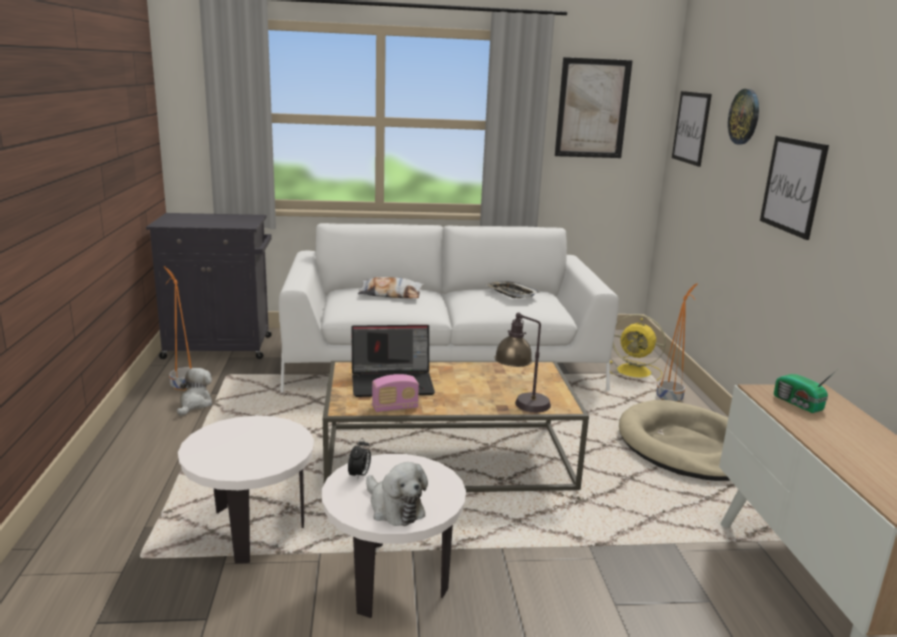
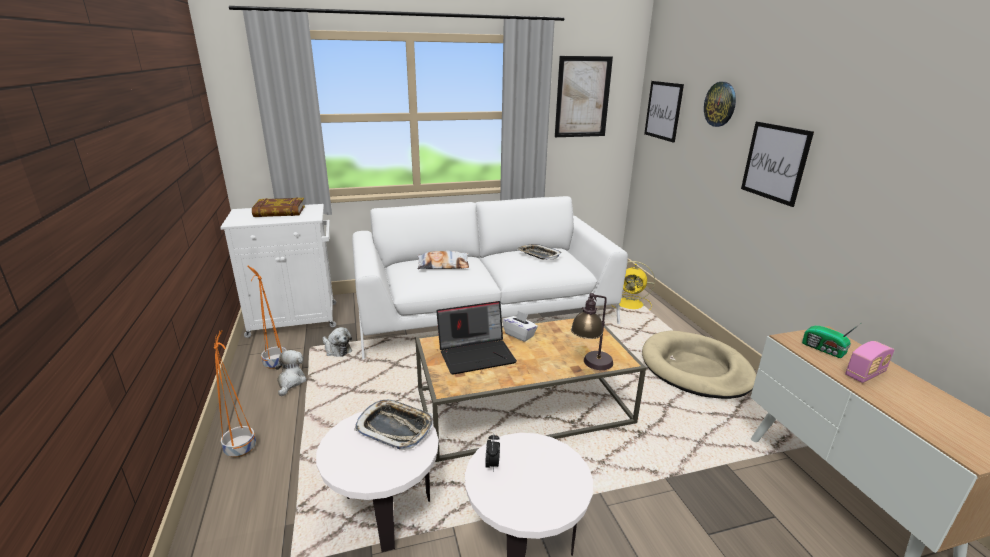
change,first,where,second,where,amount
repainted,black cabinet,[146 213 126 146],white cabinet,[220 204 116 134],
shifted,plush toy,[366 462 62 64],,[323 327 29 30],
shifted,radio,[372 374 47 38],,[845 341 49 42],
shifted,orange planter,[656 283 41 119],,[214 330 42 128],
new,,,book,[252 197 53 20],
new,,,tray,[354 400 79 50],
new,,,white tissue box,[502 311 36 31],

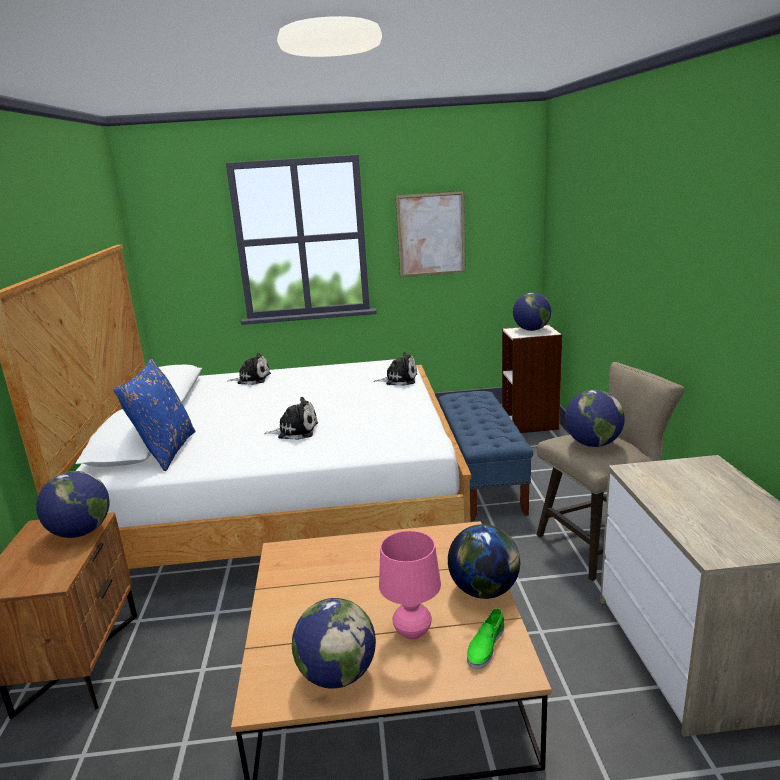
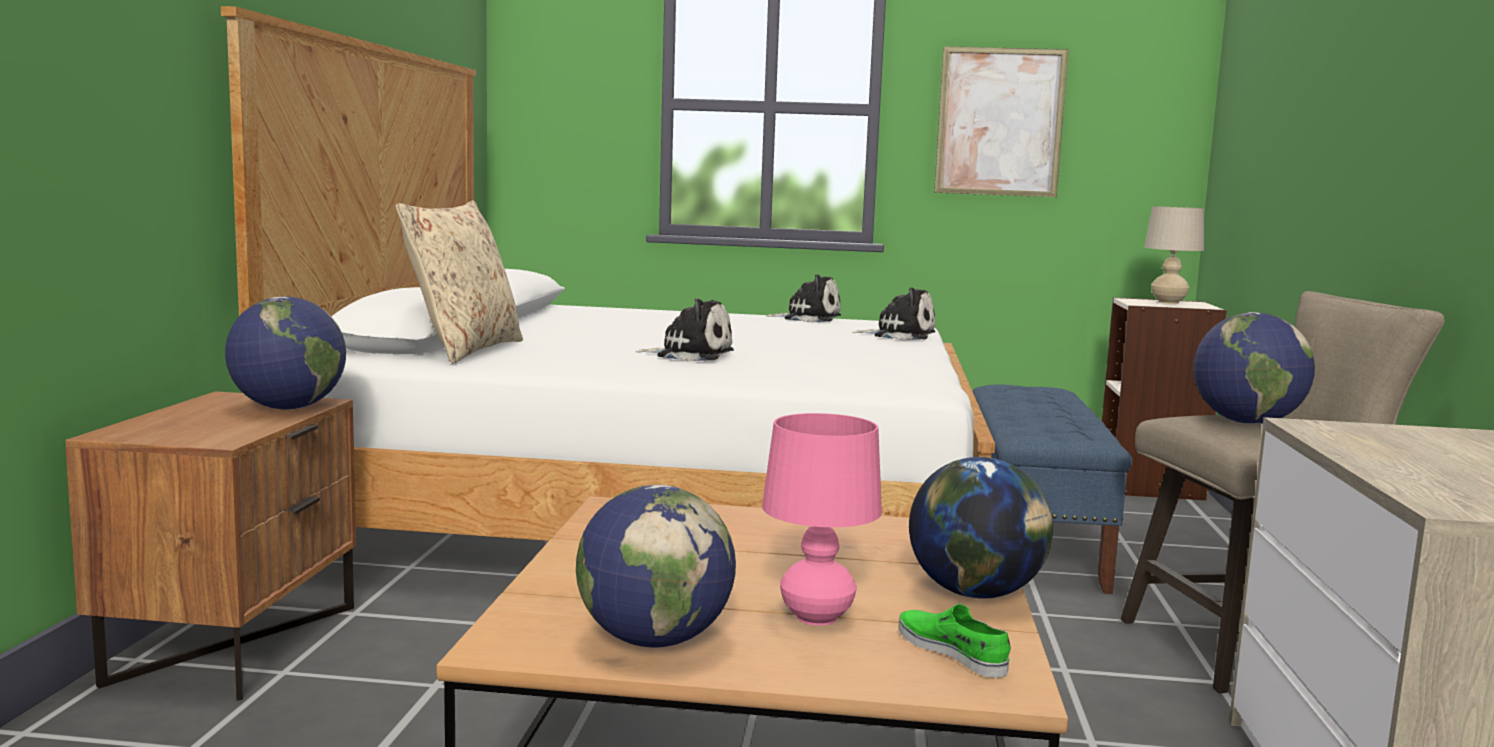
change,first,where,second,where,amount
repainted,blue pillow,[113 359 83 112],beige pillow,[396 200 127 164],
shifted,plush toy,[228 353 43 32],,[766 274 75 48],
rotated,green shoe,[467 608 37 61],,[899 604 112 74],105 degrees clockwise
swapped,globe,[513 293 38 38],beige table lamp,[1144 206 60 98],

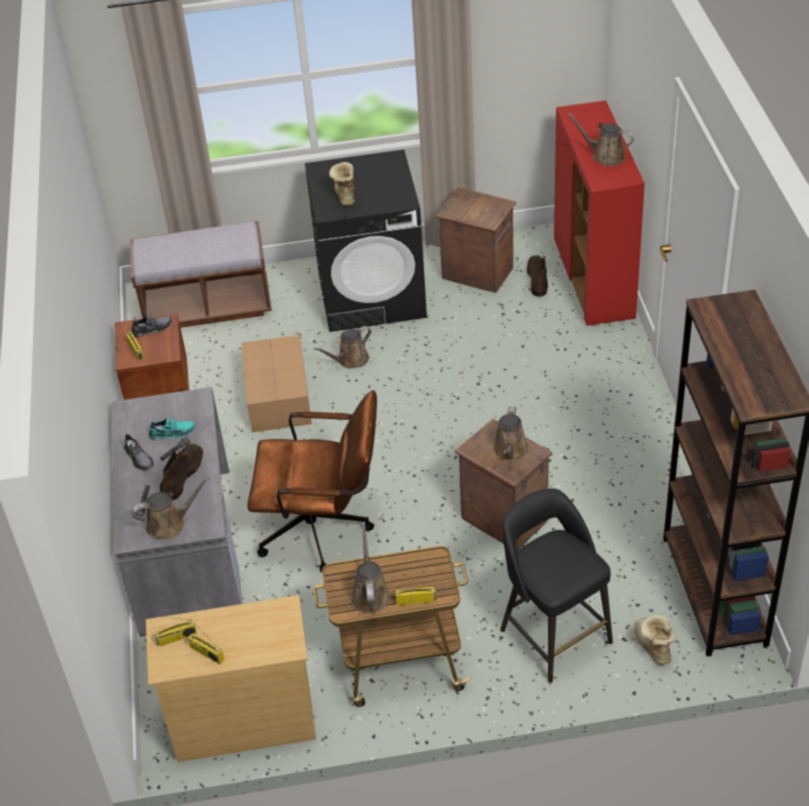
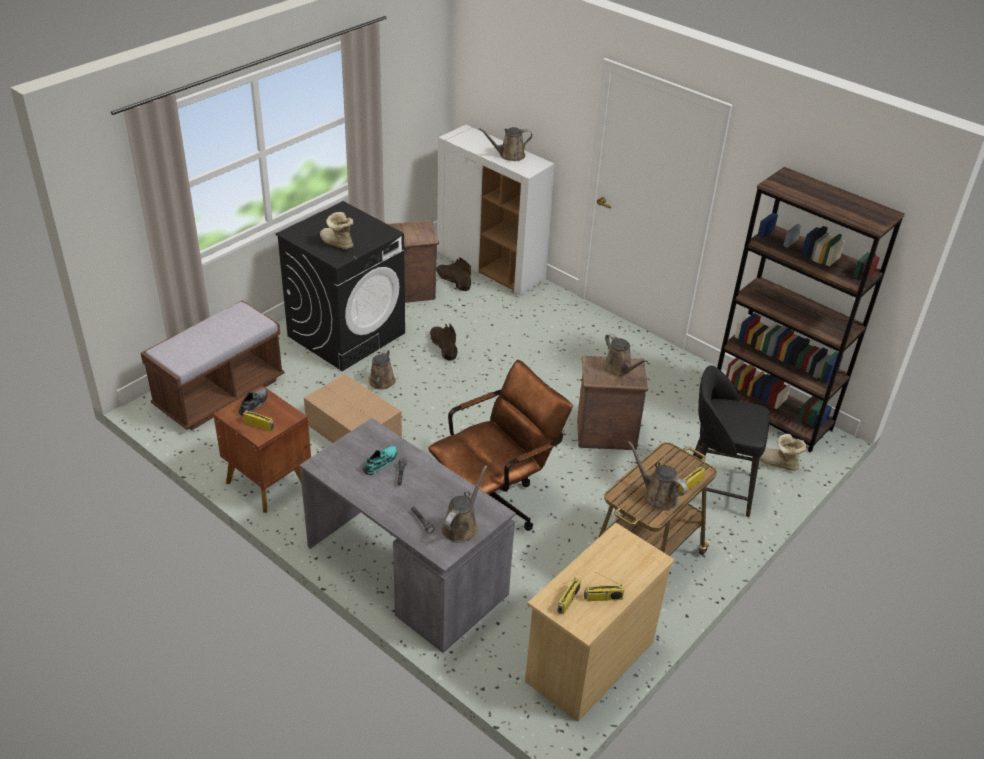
change,first,where,second,where,amount
gone,grey shoe,[124 433 30 37],,,
shifted,brown boot,[160 444 43 56],,[430 323 28 38],
repainted,red cabinet,[554 100 91 226],white cabinet,[437 125 118 171],

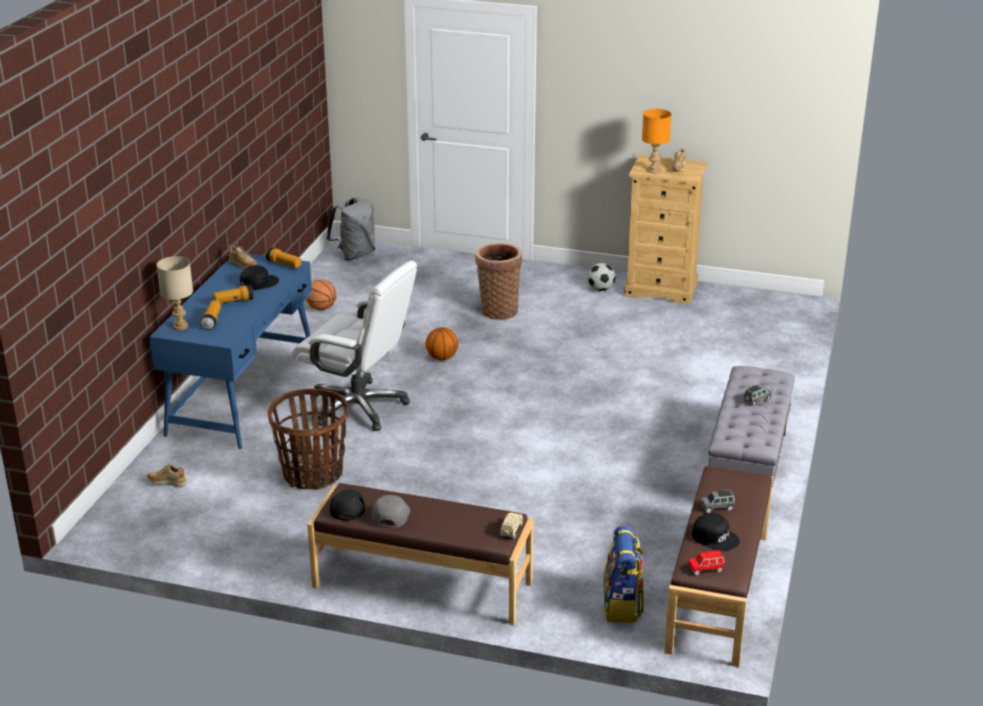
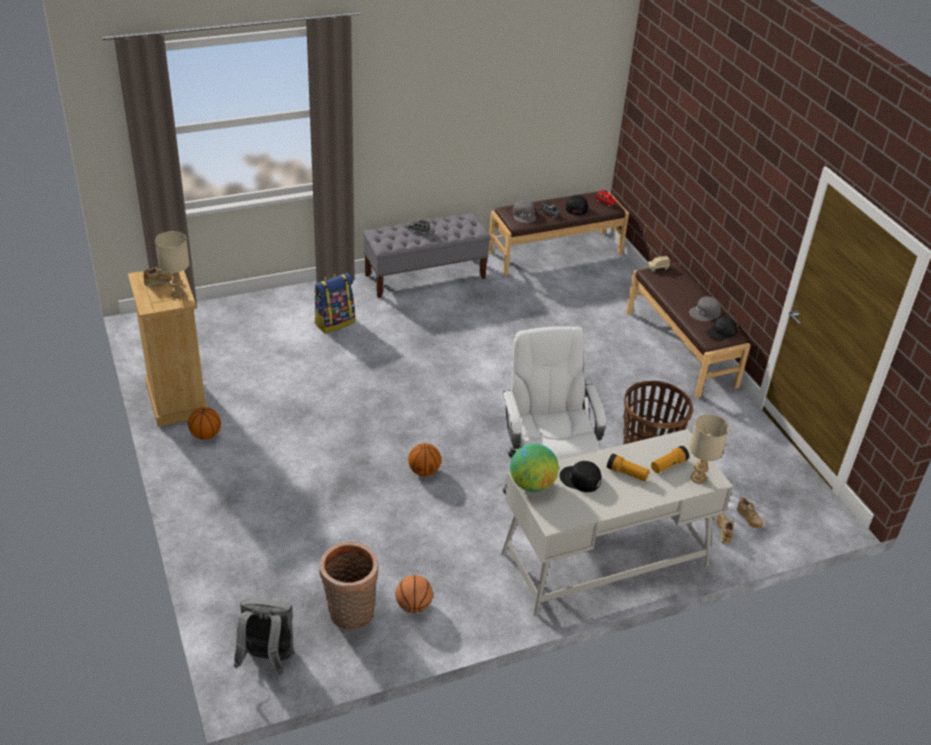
change,first,where,second,where,amount
repainted,blue desk,[150 254 162 195],white desk,[501 429 232 187],
shifted,beige shoe,[229 245 28 23],,[716 514 18 31],
swapped,flashlight,[266 247 35 21],globe,[510 443 49 49],
shifted,basket,[475 243 47 77],,[319 542 59 88],
swapped,football,[587 263 29 28],basketball,[188 407 33 33],
shifted,backpack,[603 526 41 97],,[314 273 41 60],
repainted,orange table lamp,[642 109 30 64],beige table lamp,[155 231 34 67],
new,,,grey cap,[512 200 24 23],

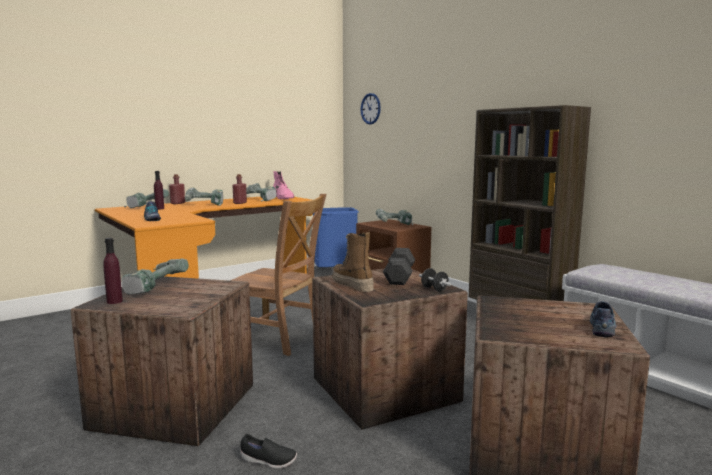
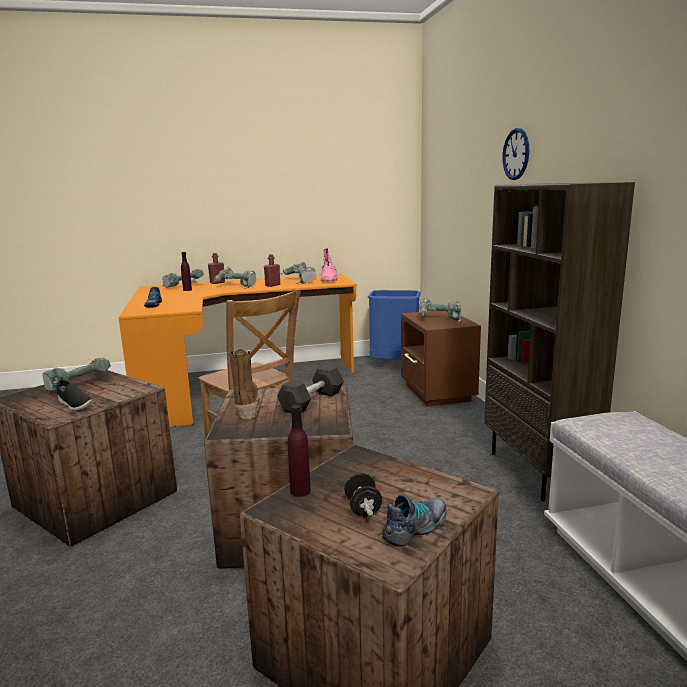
change,first,where,second,where,amount
shifted,purple bottle,[103 238 20 66],,[288 405 23 92],
shifted,black shoe,[240 434 57 35],,[57 379 36 31],
shifted,wall clock,[361 93 20 31],,[502 128 27 52],
shifted,black dumbbell,[419 268 32 23],,[345 473 37 44],

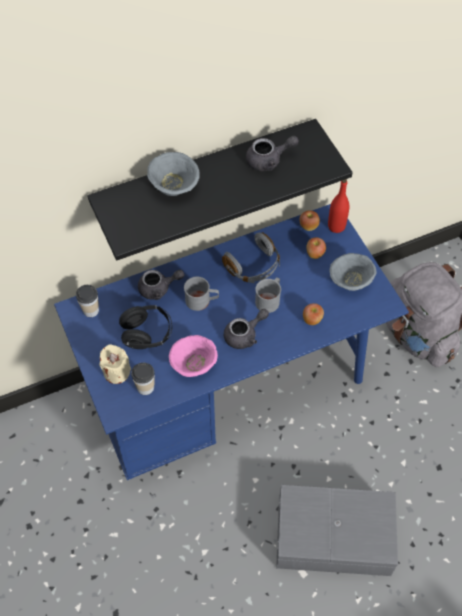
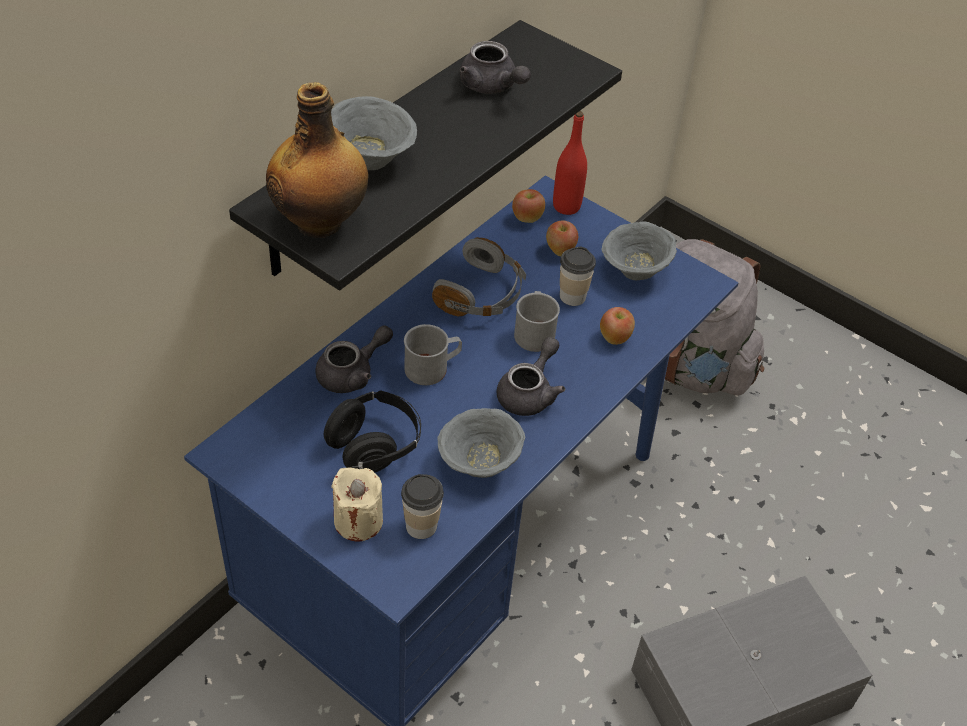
change,first,where,second,where,amount
shifted,cup,[76 285 23 32],,[560 247 36 59],
repainted,pink bowl,[169 335 49 42],grey bowl,[437 408 88 70],
rotated,grey teapot,[246 136 53 35],,[460 41 71 53],90 degrees clockwise
new,,,bottle,[266 82 102 156],

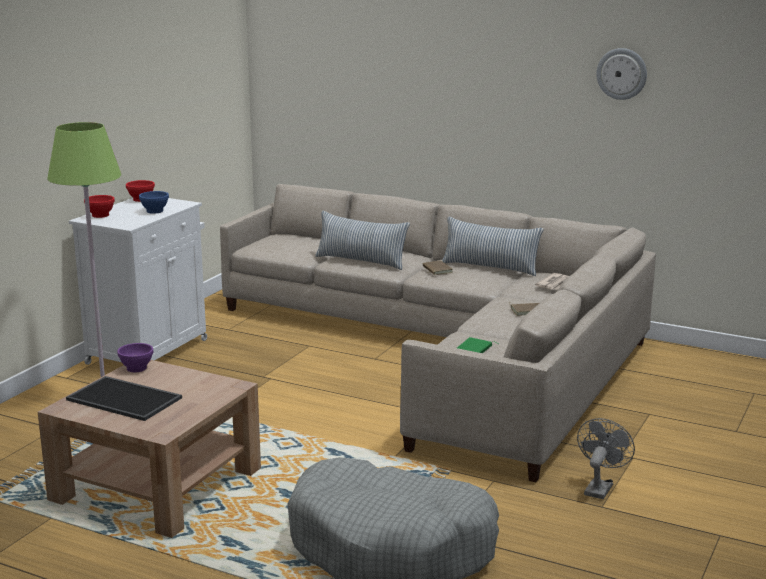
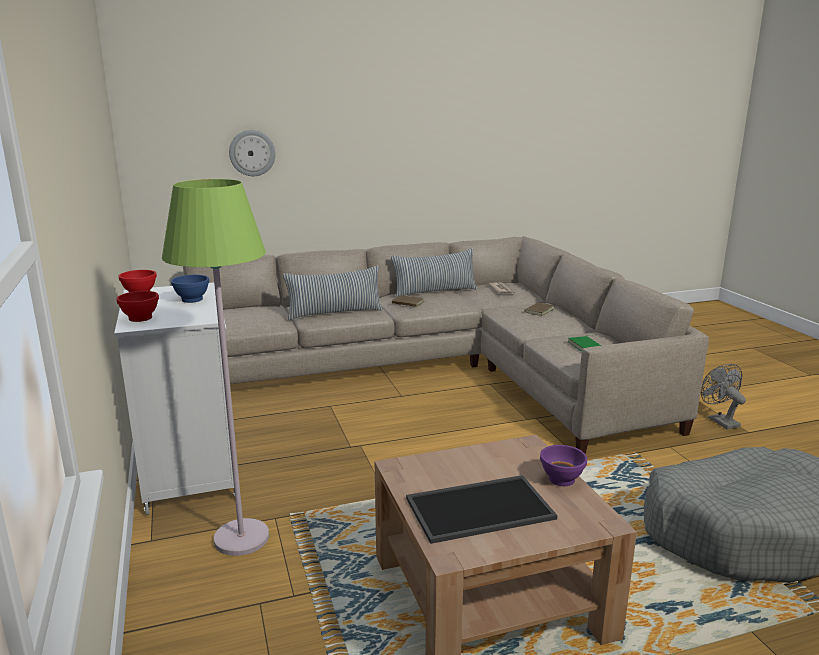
change,first,where,second,where,amount
shifted,purple bowl,[117 343 36 29],,[540 445 47 41],
shifted,wall clock,[596 48 51 52],,[229 130 46 46],

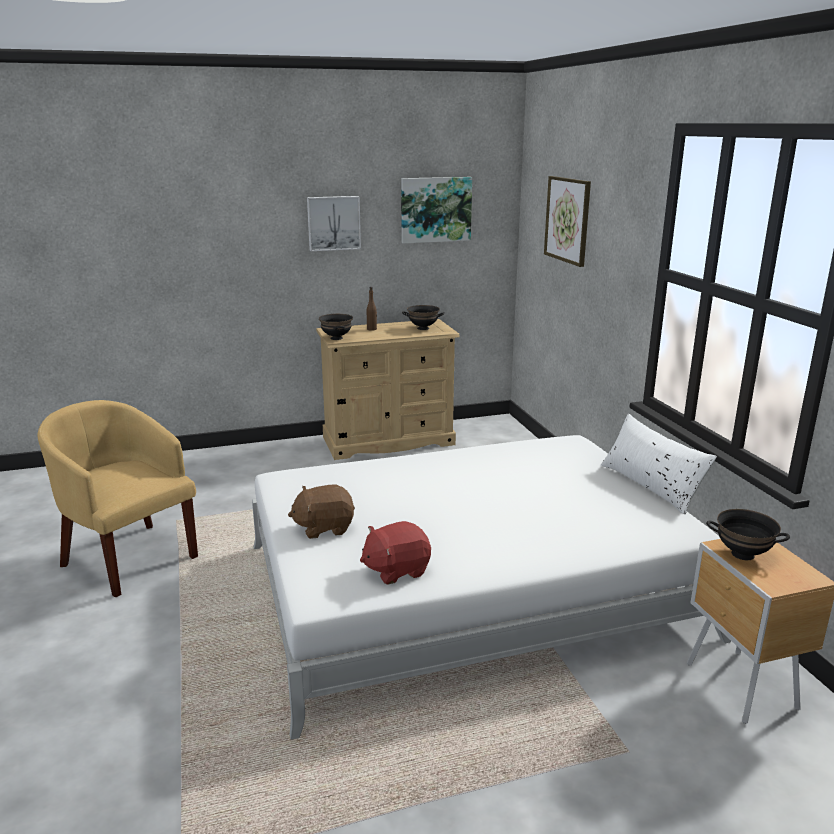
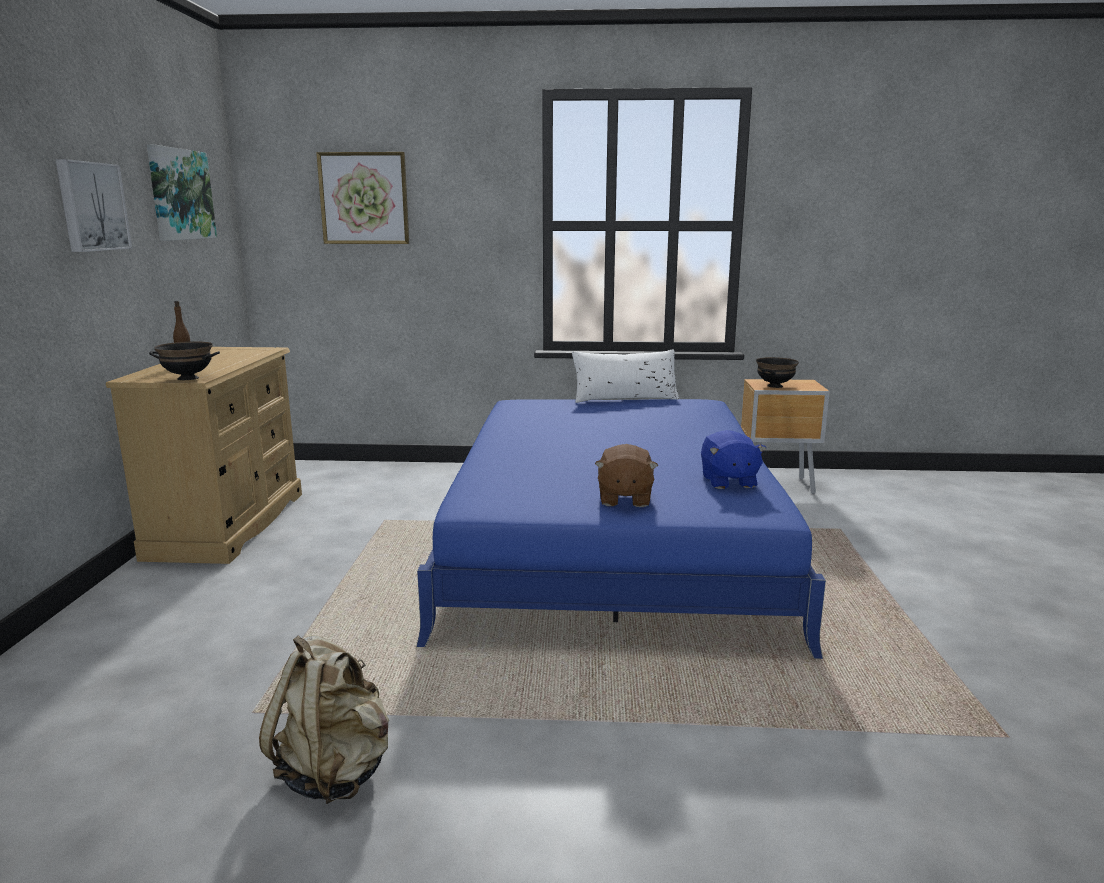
change,first,where,second,where,amount
swapped,yellow armchair,[37 400 161 197],beige backpack,[259 635 131 169],
repainted,white bed,[252 435 479 305],blue bed,[416 399 410 260],
repainted,red plush toy,[360 521 71 64],blue plush toy,[701 430 65 59],
gone,black bowl,[402 305 43 25],,,

